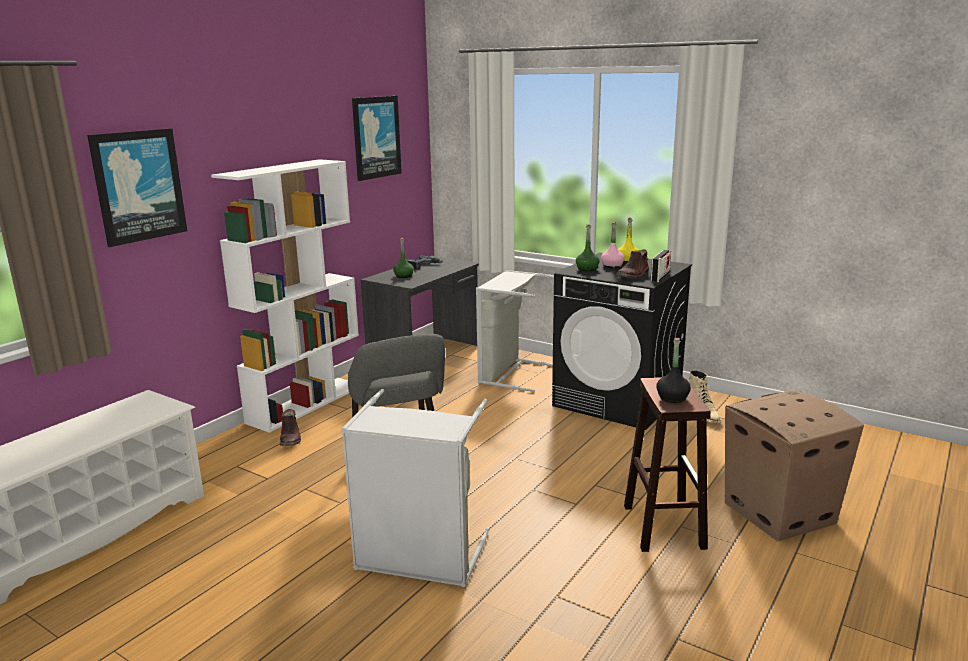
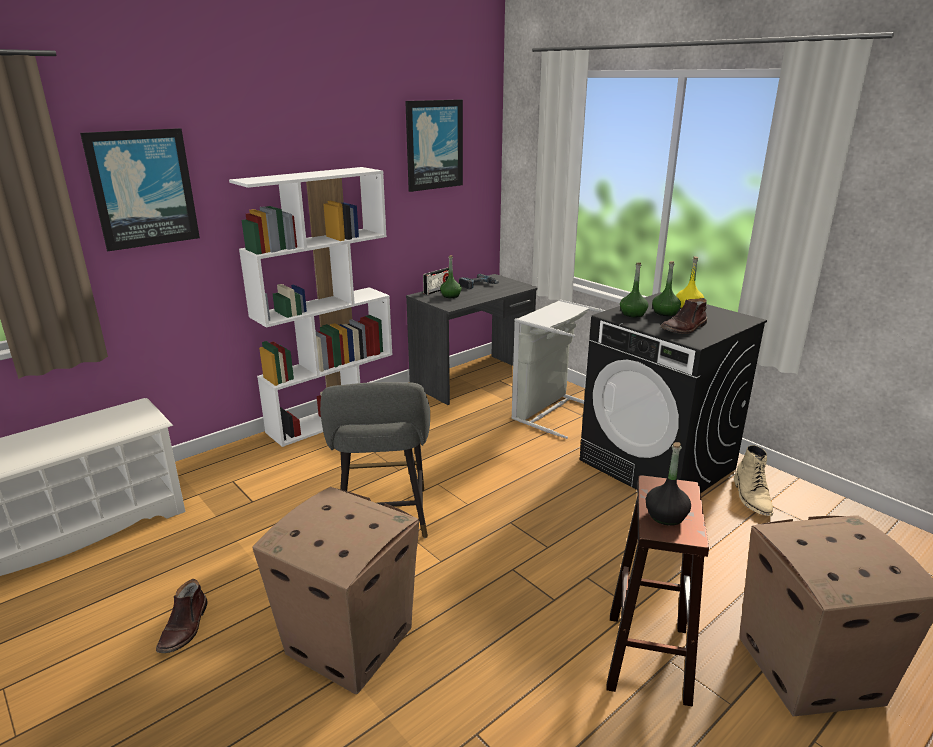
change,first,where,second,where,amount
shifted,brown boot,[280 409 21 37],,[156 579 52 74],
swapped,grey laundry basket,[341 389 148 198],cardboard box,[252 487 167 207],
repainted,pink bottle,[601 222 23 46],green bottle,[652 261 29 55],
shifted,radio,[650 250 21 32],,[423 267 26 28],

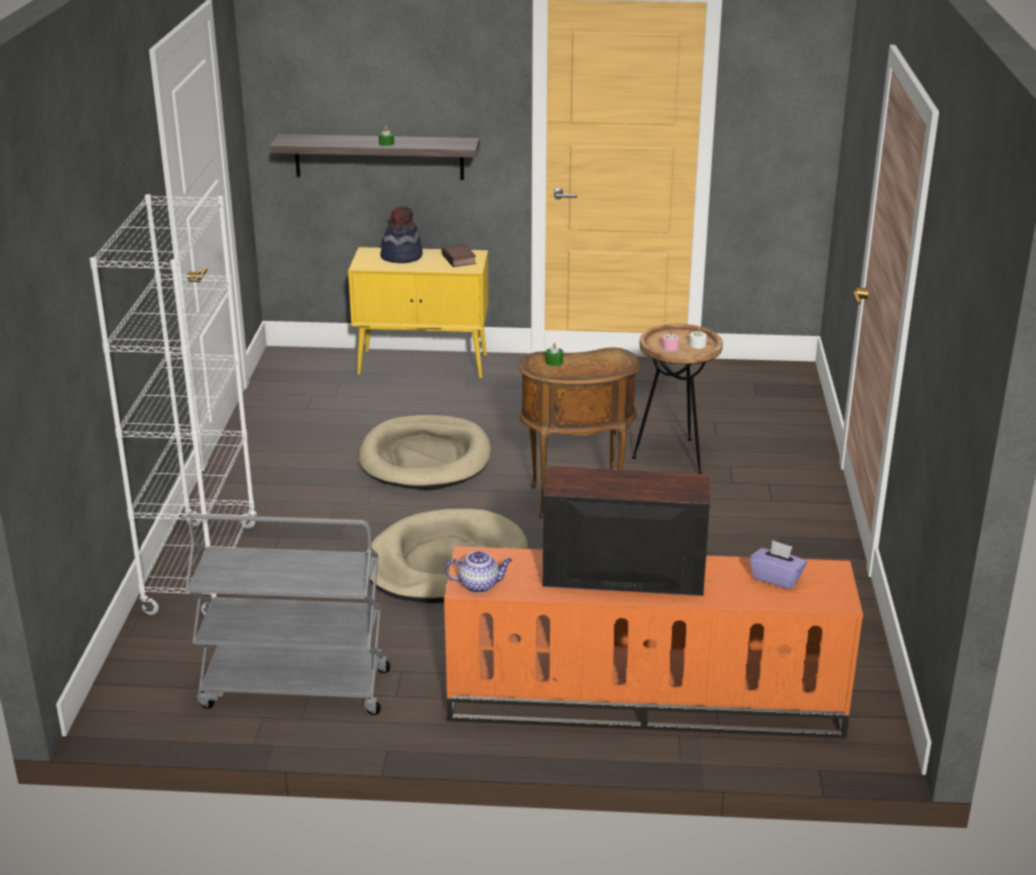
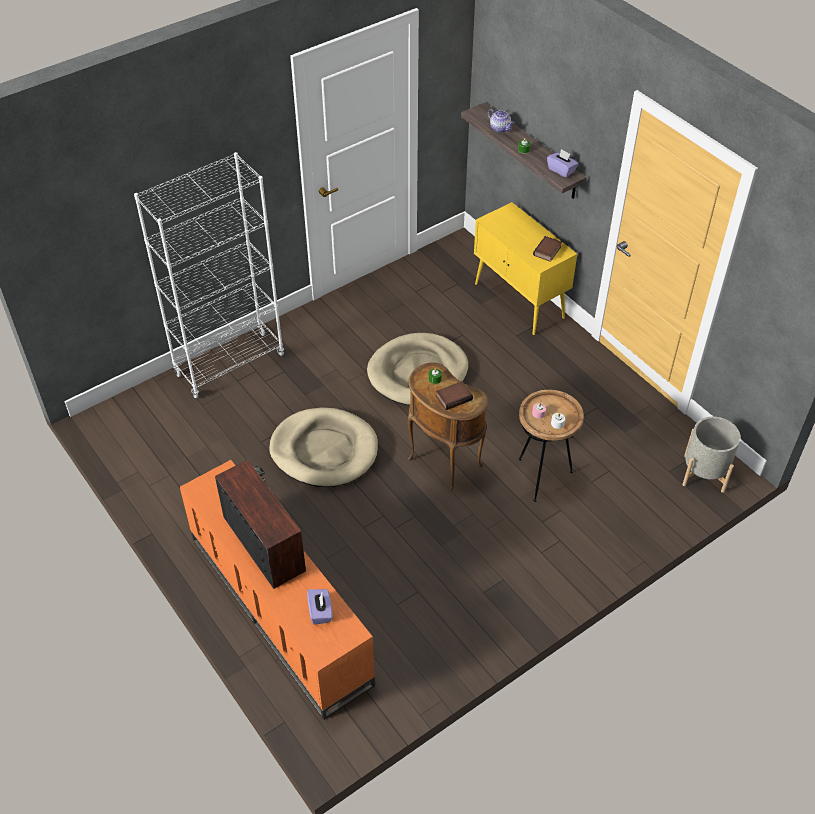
change,first,where,second,where,amount
gone,grey cart,[185 514 206 201],,,
gone,hat,[380 205 43 58],,,
shifted,teapot,[445 551 67 42],,[488 109 26 24],
new,,,book,[436 381 37 29],
new,,,purple tissue box,[547 149 31 29],
new,,,grey planter,[682 417 59 76],

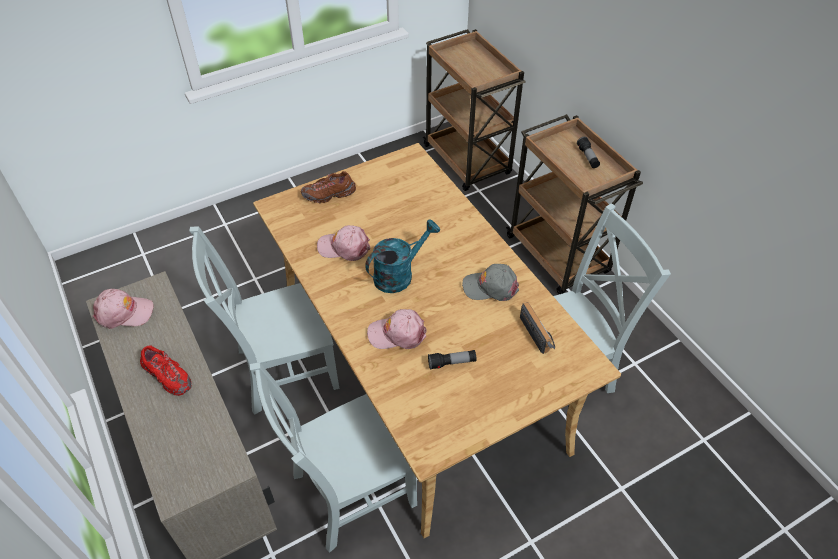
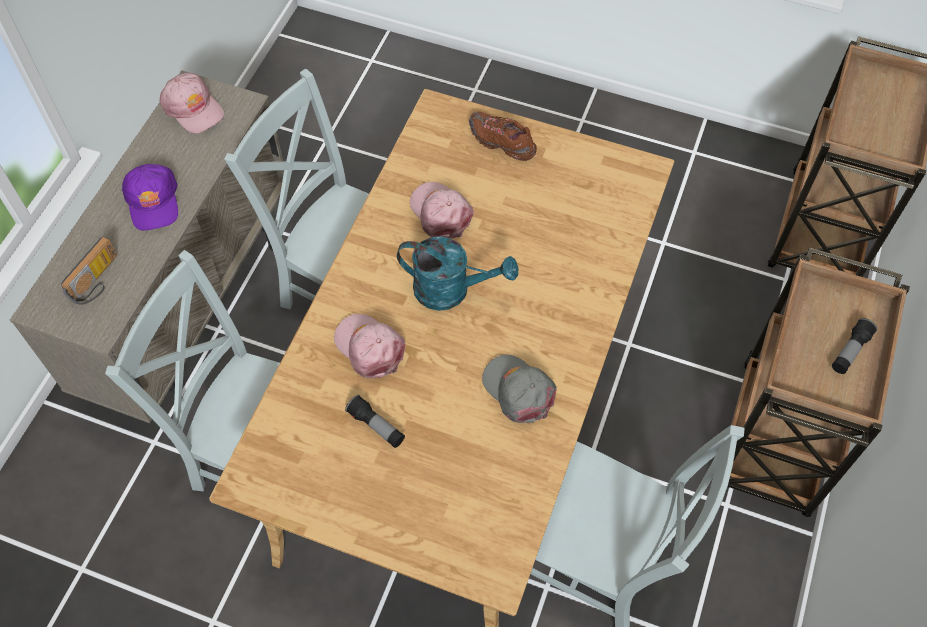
change,first,where,second,where,amount
swapped,red shoe,[140 346 52 50],purple cap,[122 164 56 67],
shifted,radio,[520 302 35 52],,[61 237 56 68],

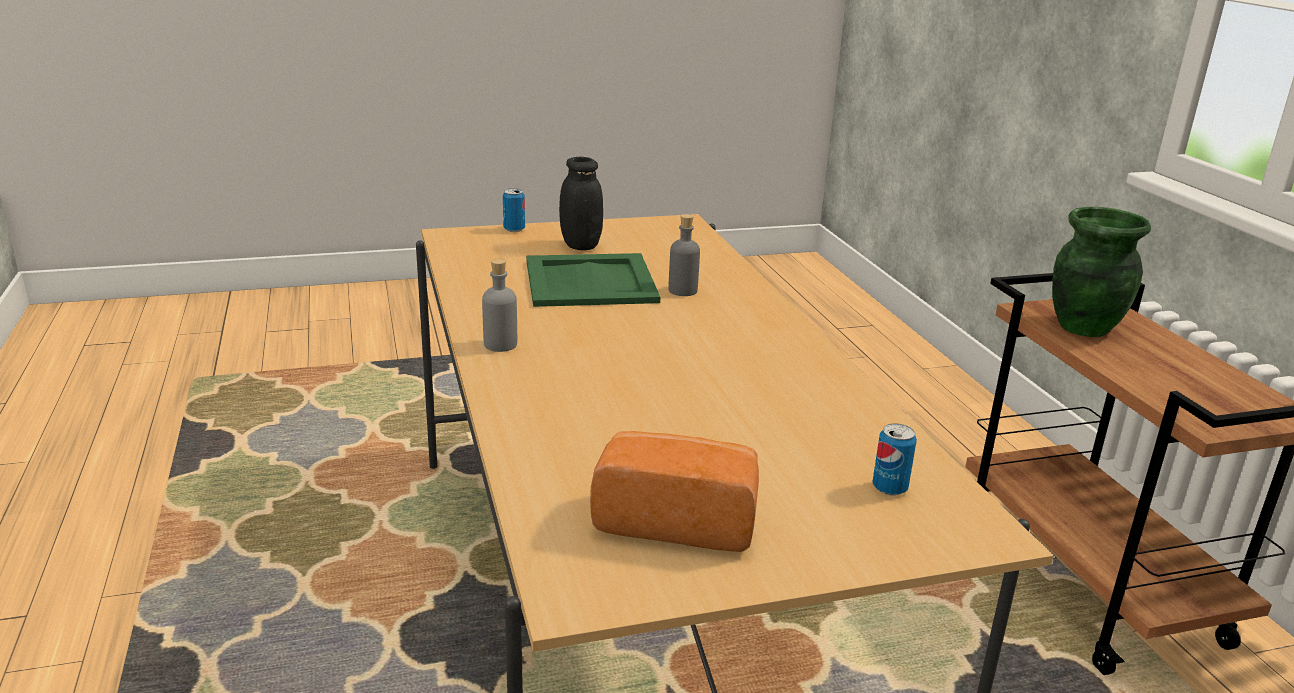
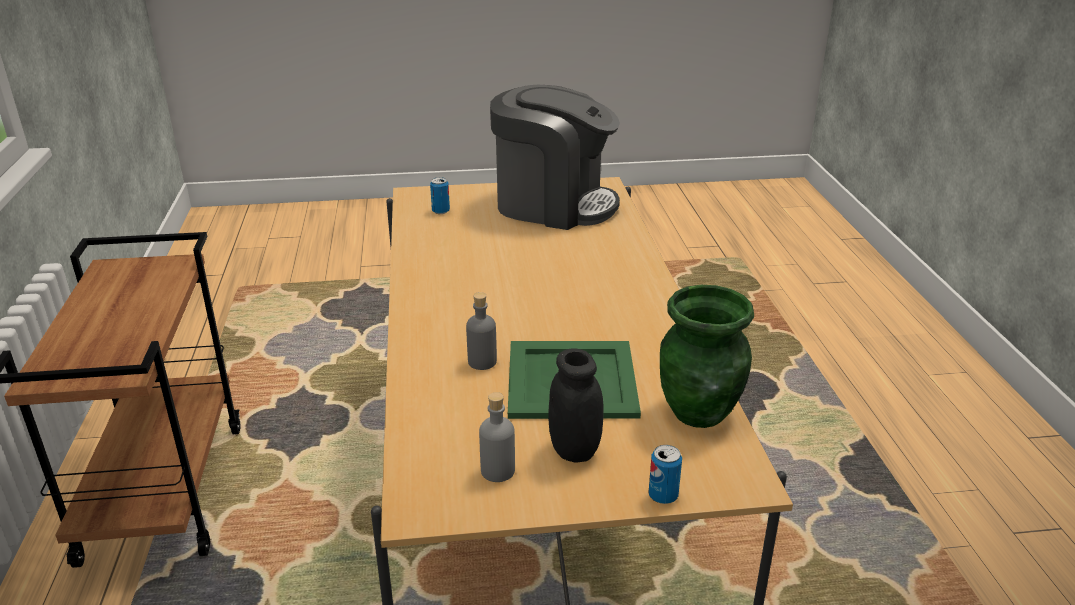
change,first,where,second,where,amount
shifted,grey bottle,[482 259 35 93],,[479 392 36 90],
swapped,bread,[590 431 169 121],coffee machine,[490 85 130 145],
shifted,green vase,[1052 207 99 130],,[660 285 94 143],

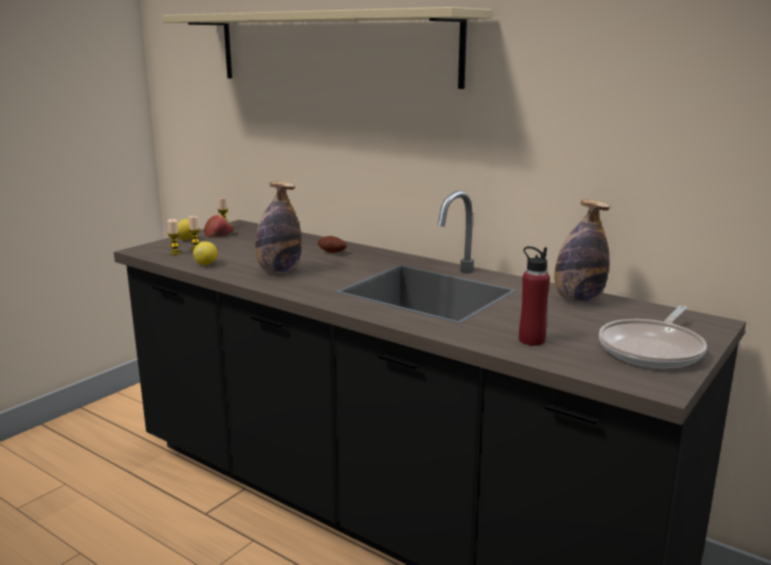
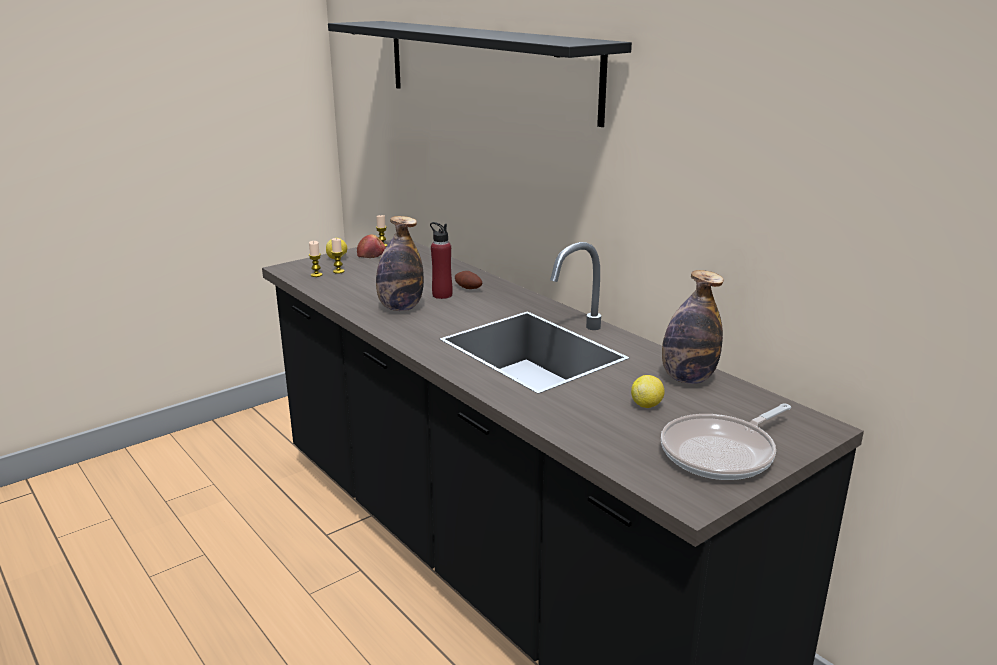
change,first,where,second,where,amount
repainted,beige shelf,[163 7 329 82],black shelf,[328 21 304 106],
shifted,lemon,[193 241 25 24],,[631 375 34 33],
shifted,red bottle,[519 246 31 100],,[430 222 23 77],

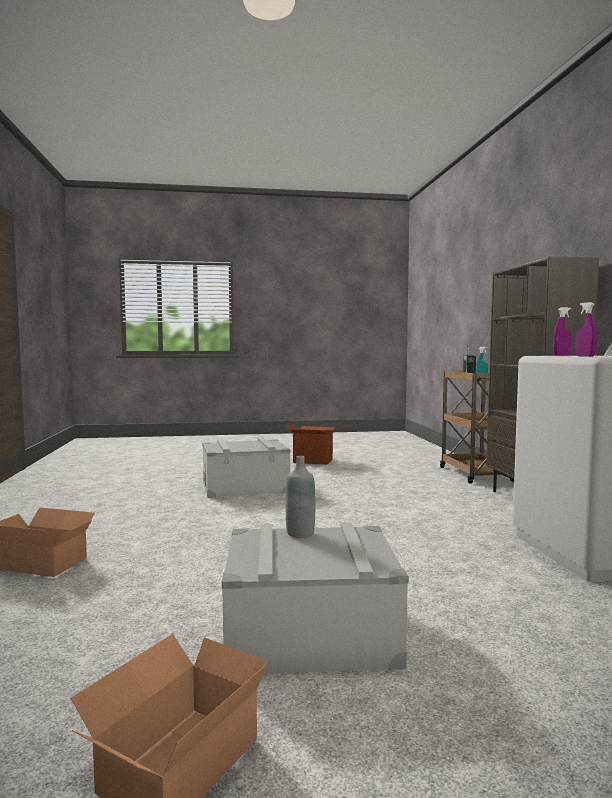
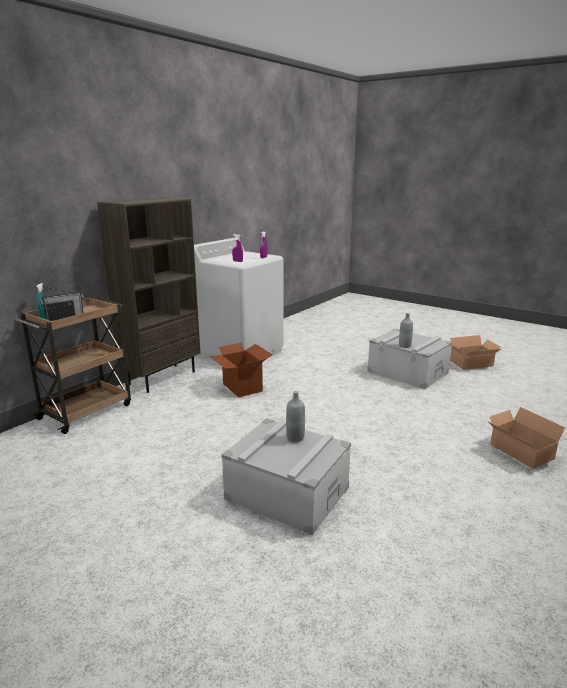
change,first,where,second,where,amount
shifted,cardboard box,[286 424 53 41],,[210 343 62 55],
new,,,grey bottle,[286 391 19 51],

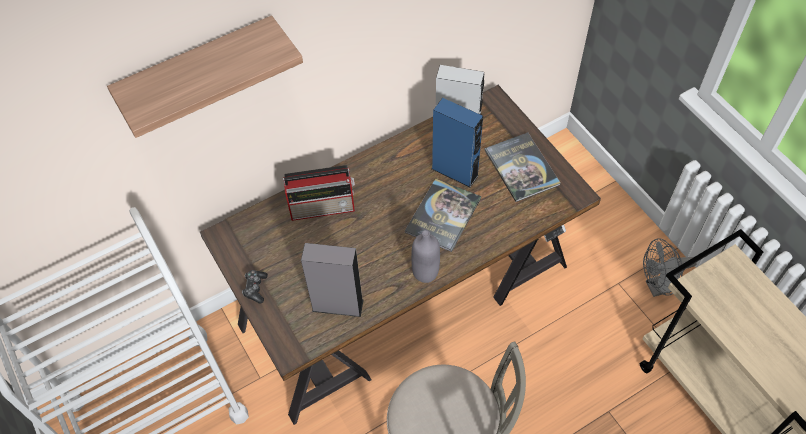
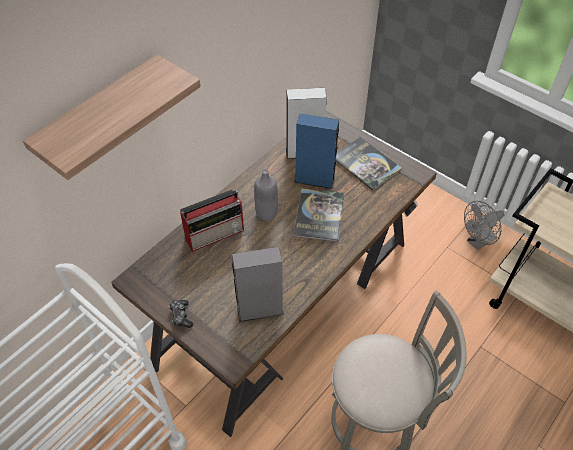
change,first,where,second,where,amount
shifted,grey bottle,[411 230 29 53],,[254 169 24 52],

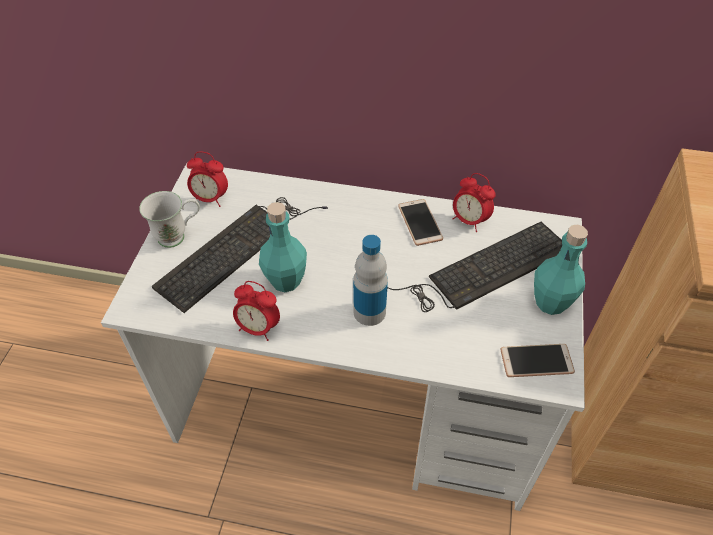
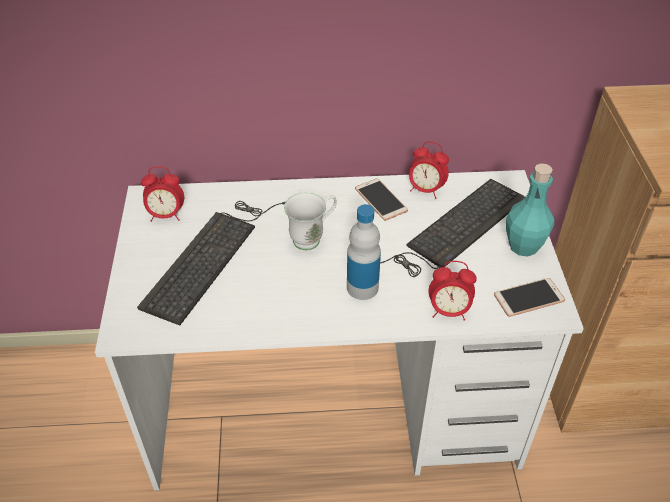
change,first,where,second,where,amount
shifted,white mug,[139 191 61 57],,[284 193 53 57],
shifted,alarm clock,[233 281 47 60],,[428 261 49 60],
gone,turquoise bottle,[259 202 48 90],,,

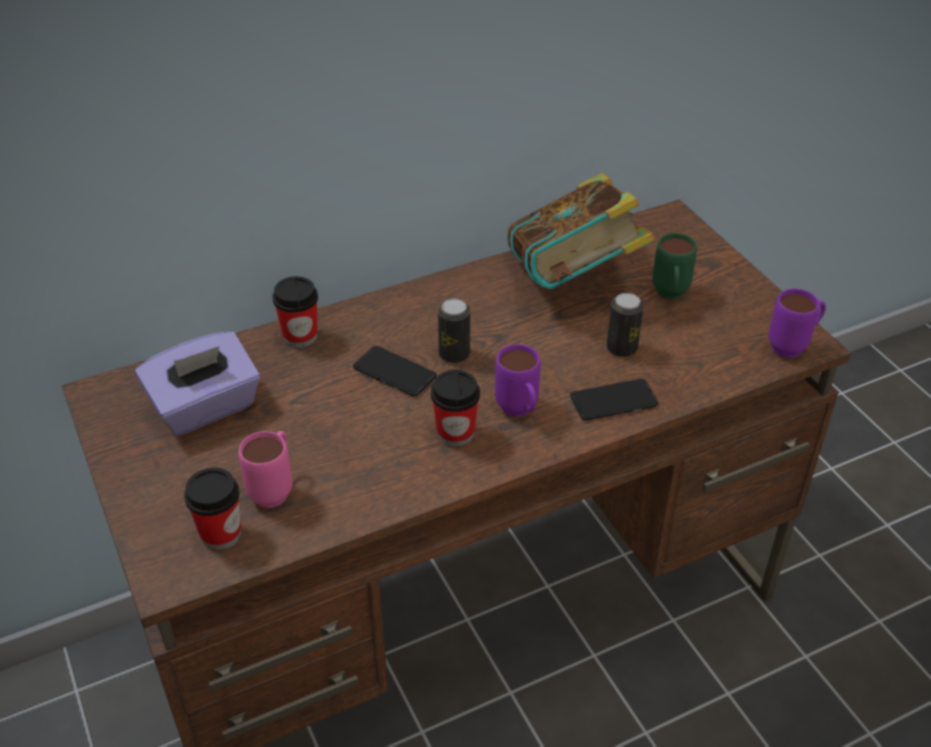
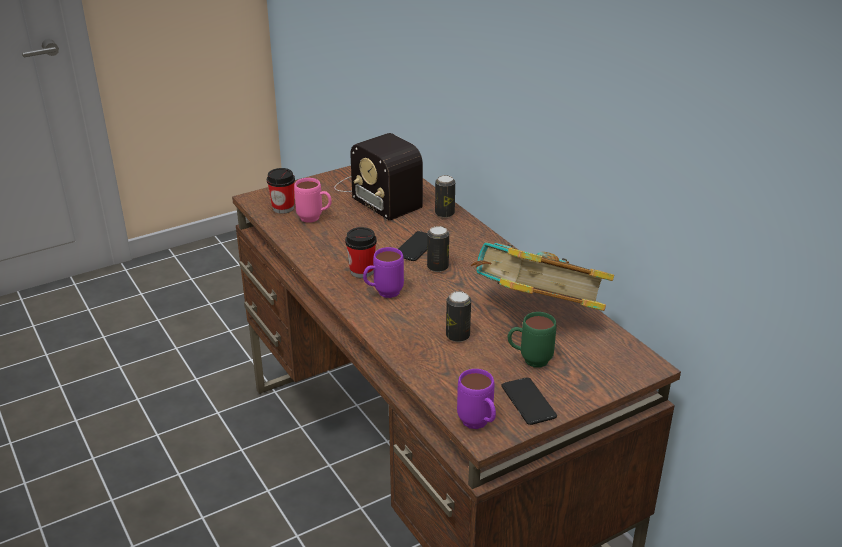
change,first,where,second,where,amount
swapped,purple tissue box,[135 331 125 105],radio,[335 133 88 88],
swapped,cup,[273 276 45 72],can,[435 175 20 43],
shifted,phone,[570 379 88 42],,[501 378 56 47],

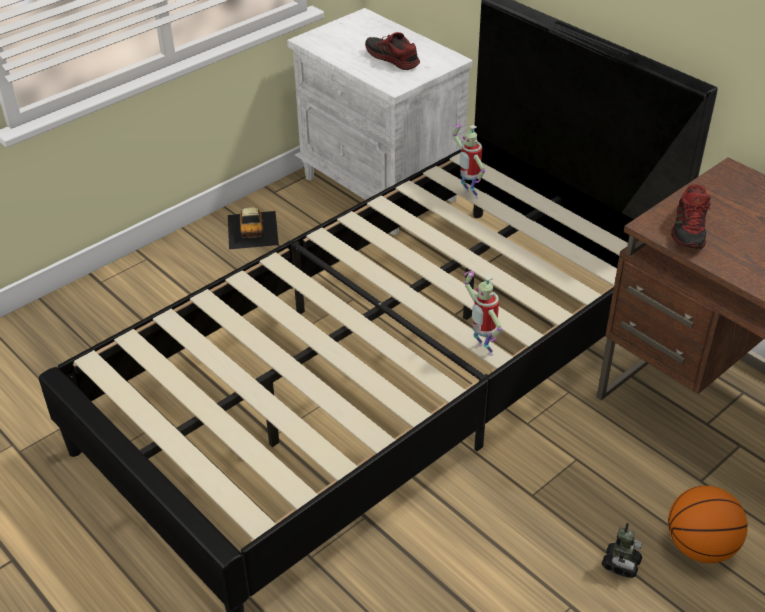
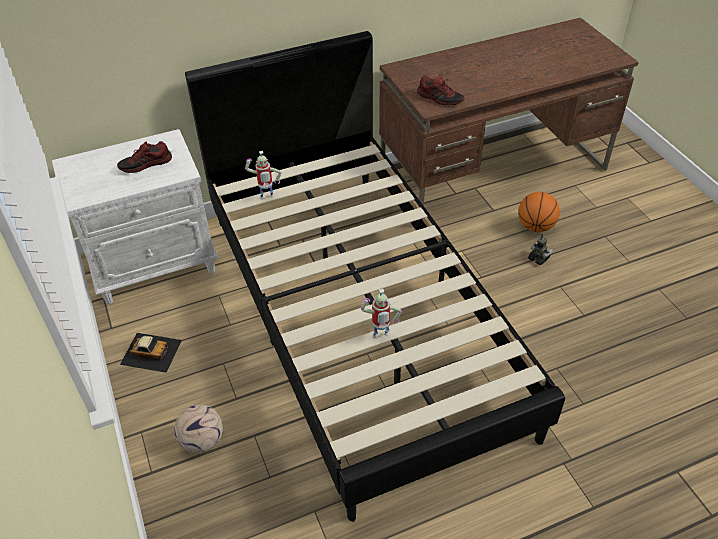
change,first,where,second,where,amount
shifted,toy robot,[464 271 38 85],,[361 289 41 49],
new,,,football,[174 405 49 48],

